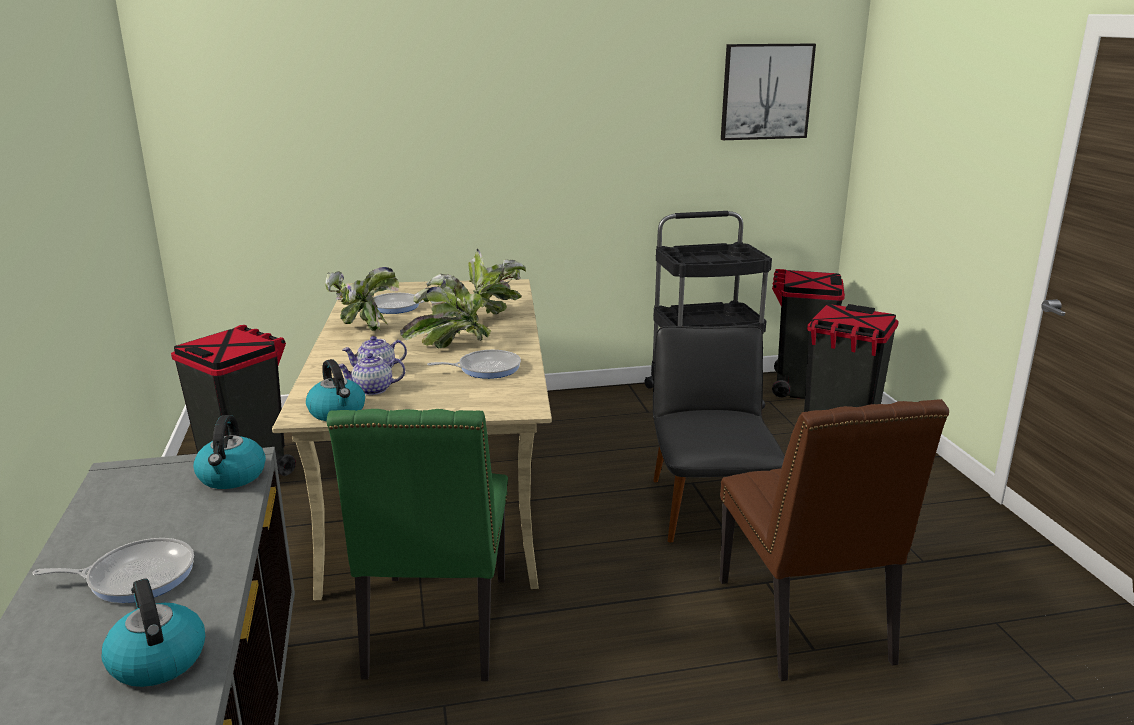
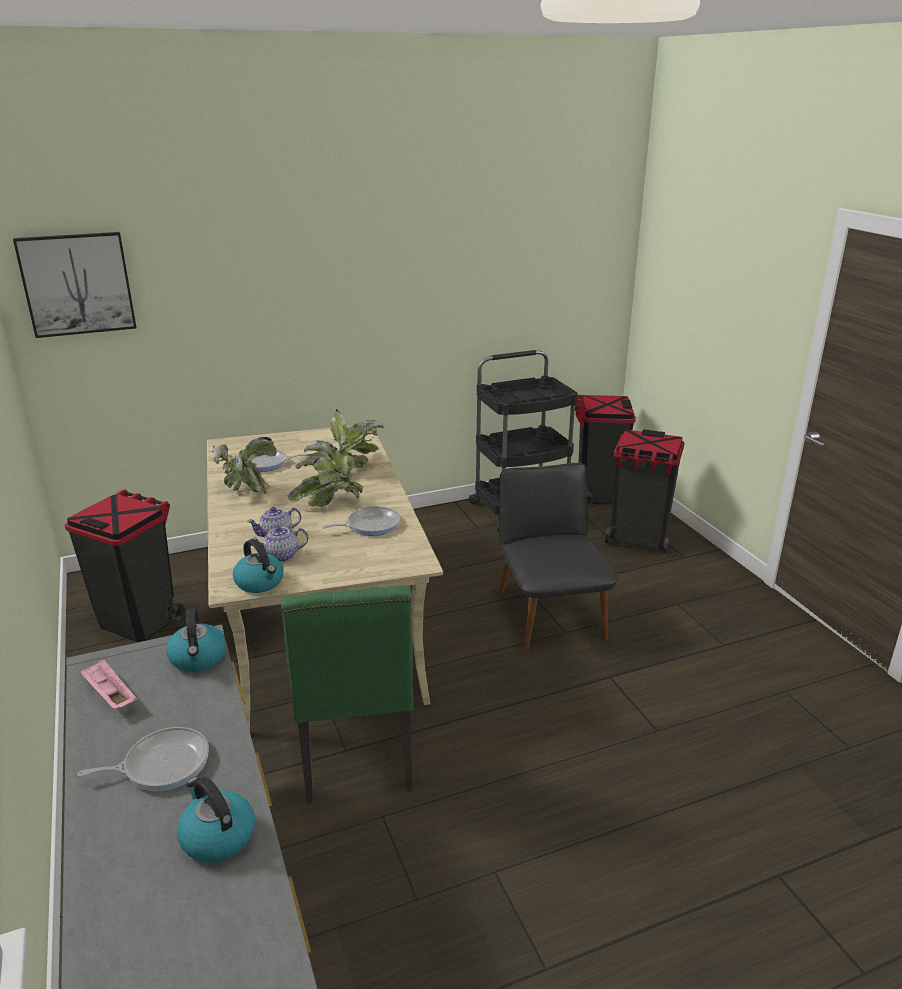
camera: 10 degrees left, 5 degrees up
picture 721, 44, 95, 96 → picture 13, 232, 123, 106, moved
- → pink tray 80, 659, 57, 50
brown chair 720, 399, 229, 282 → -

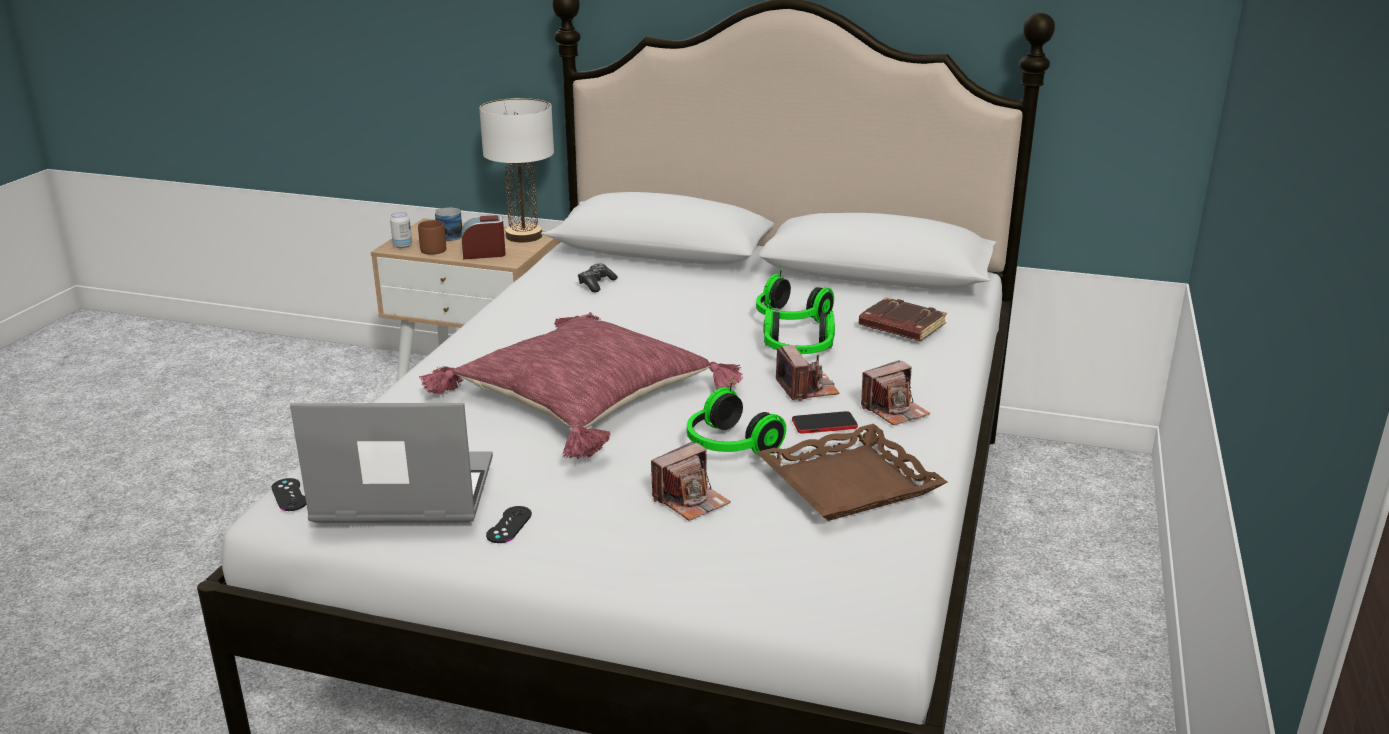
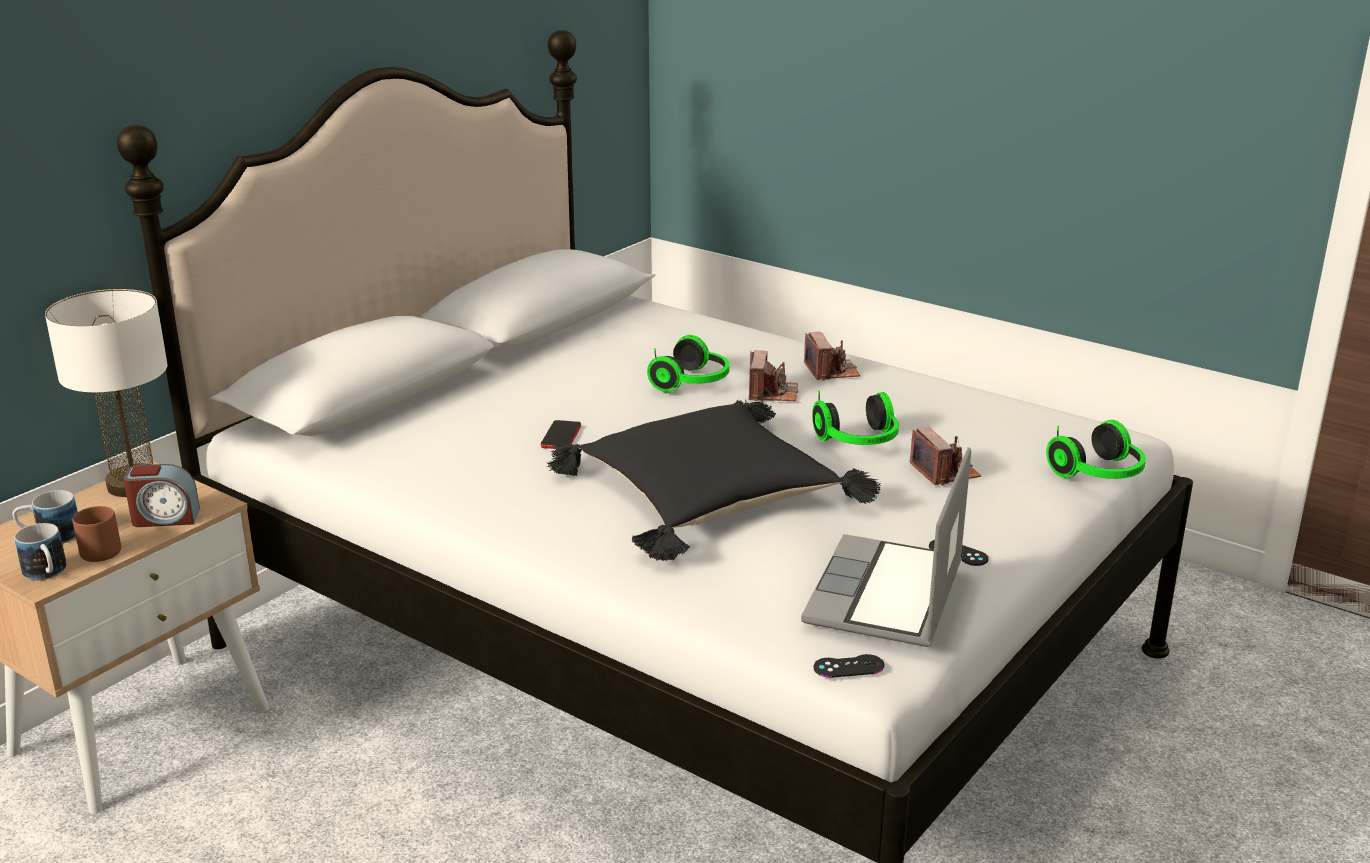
camera: 70 degrees left, 0 degrees up
can 390, 212, 22, 36 → mug 14, 523, 53, 57
alarm clock 461, 215, 45, 44 → alarm clock 123, 464, 77, 63, 105 degrees counterclockwise
phone 792, 411, 66, 23 → phone 541, 420, 40, 29, moved
red pillow 419, 312, 324, 147 → black pillow 547, 400, 334, 161
photo camera 776, 345, 63, 56 → photo camera 749, 350, 49, 51, 90 degrees clockwise
headphones 756, 266, 78, 57 → headphones 1046, 420, 100, 59, moved
game controller 578, 264, 40, 28 → -
brown tray 756, 424, 192, 97 → -
brown book 859, 297, 88, 44 → -

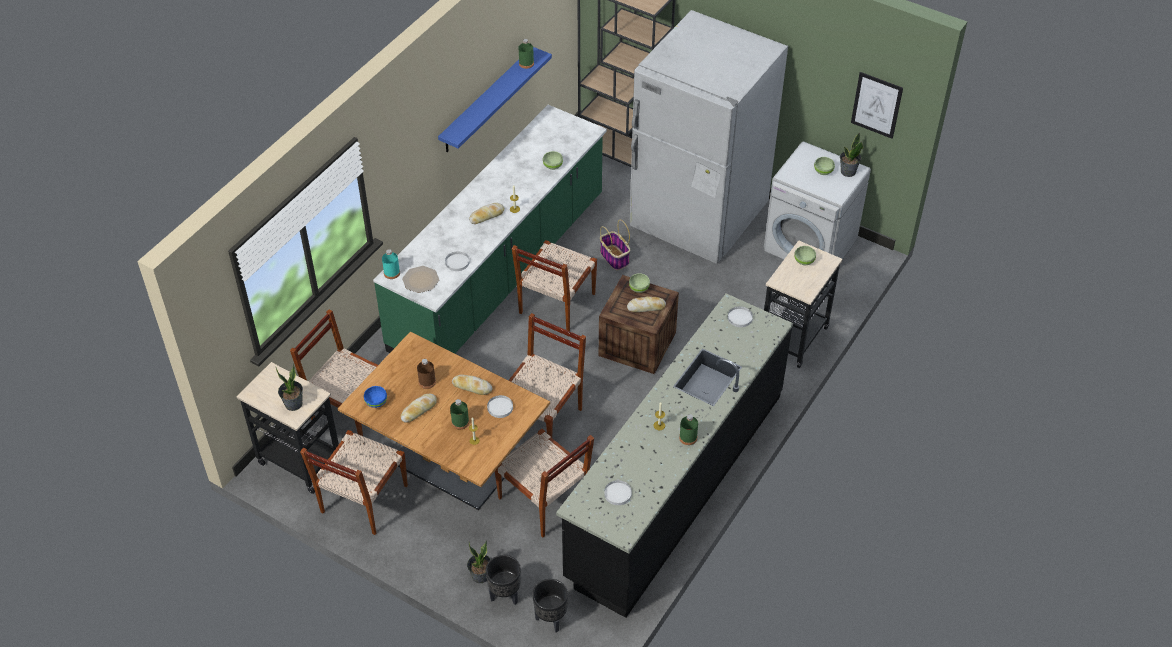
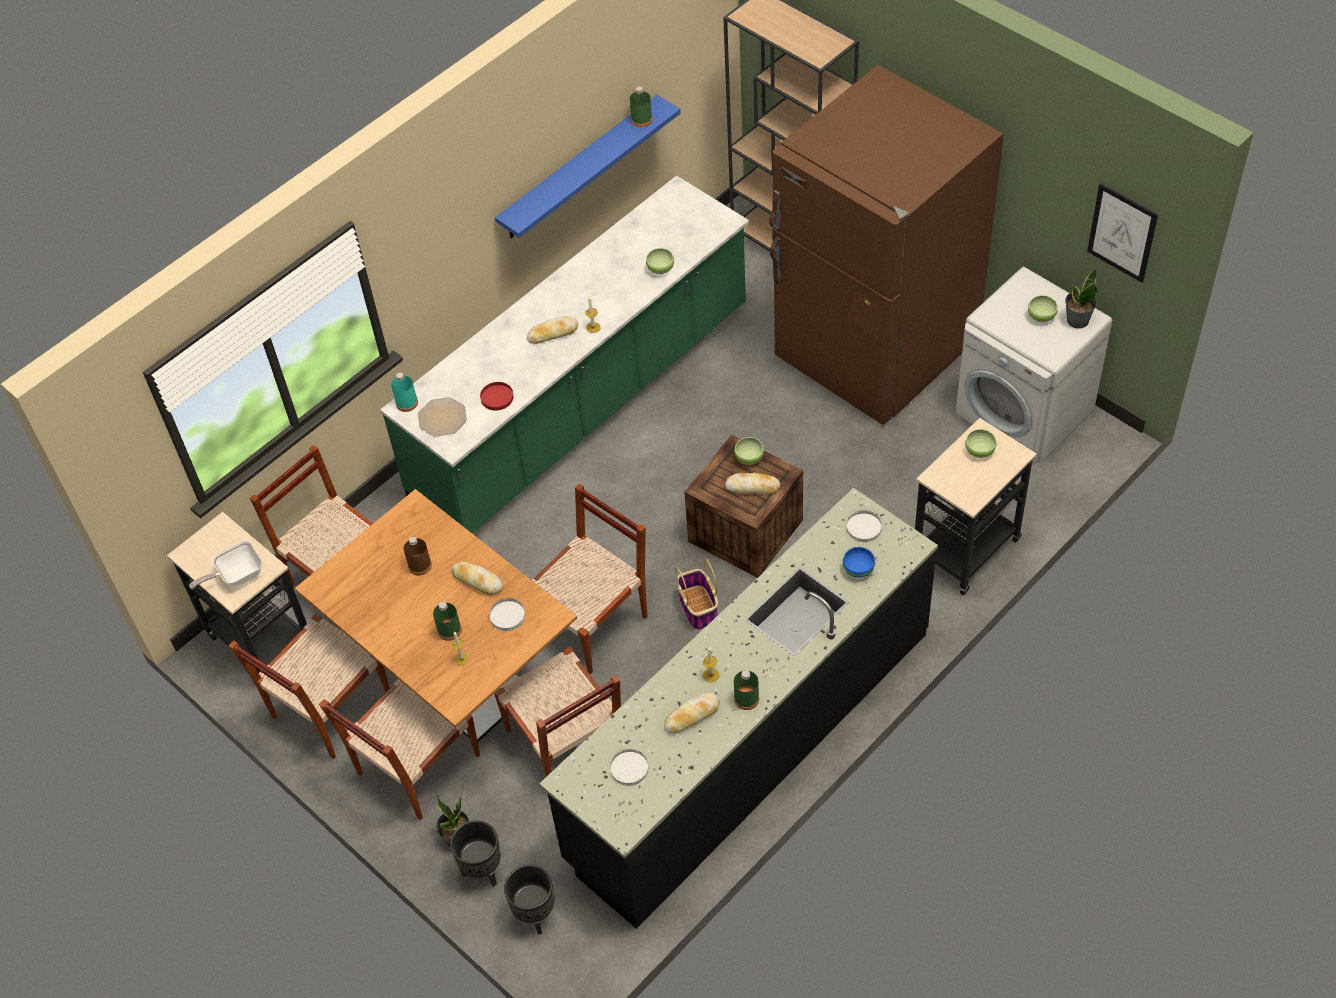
camera: 15 degrees right, 5 degrees up
potted plant 276, 363, 27, 48 → frying pan 189, 541, 73, 48
chair 512, 240, 85, 91 → chair 319, 679, 161, 141, moved
white plate 445, 252, 24, 19 → red plate 480, 382, 34, 29
bread 401, 394, 36, 29 → bread 664, 693, 56, 41, moved
basket 600, 220, 30, 50 → basket 675, 558, 43, 72, moved
white fridge 630, 10, 158, 253 → brown fridge 769, 65, 235, 360
blue bowl 364, 386, 23, 22 → blue bowl 843, 547, 32, 31, moved

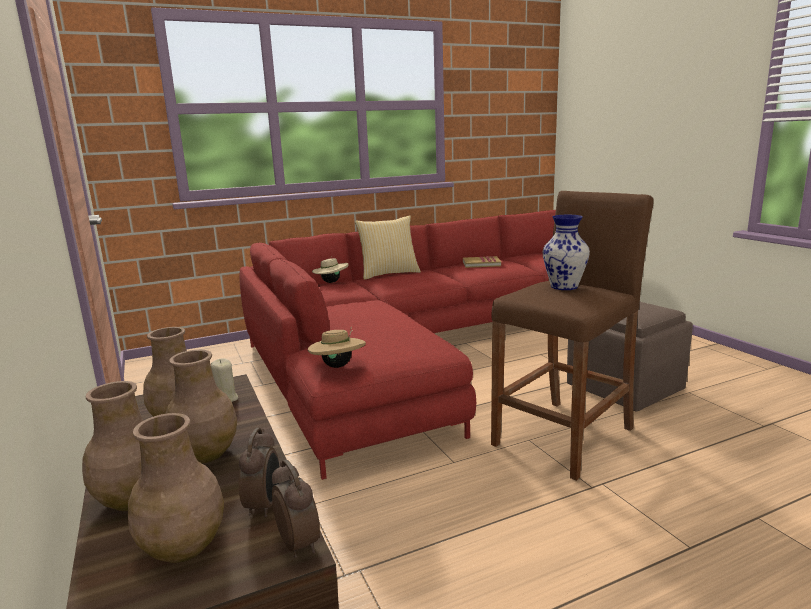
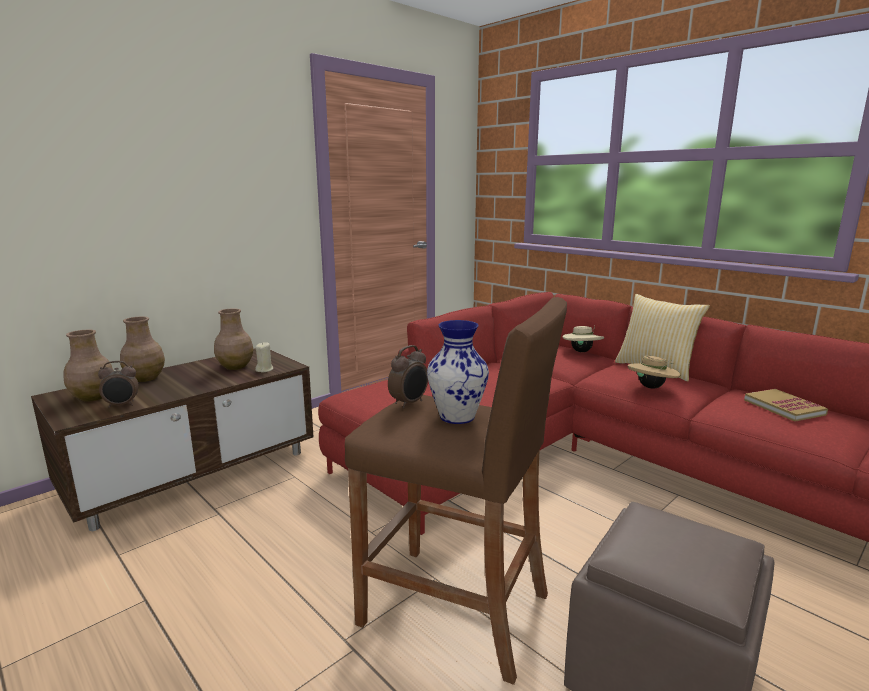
camera: 70 degrees right, 0 degrees up
alarm clock 272, 459, 48, 99 → alarm clock 388, 345, 40, 64, moved
beige hat 308, 327, 58, 41 → beige hat 628, 356, 52, 33, moved
brown vase 165, 350, 72, 114 → -

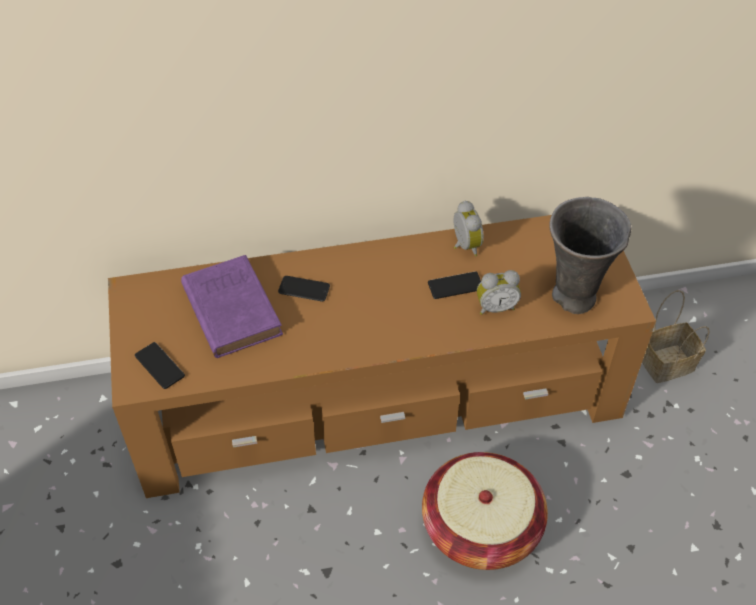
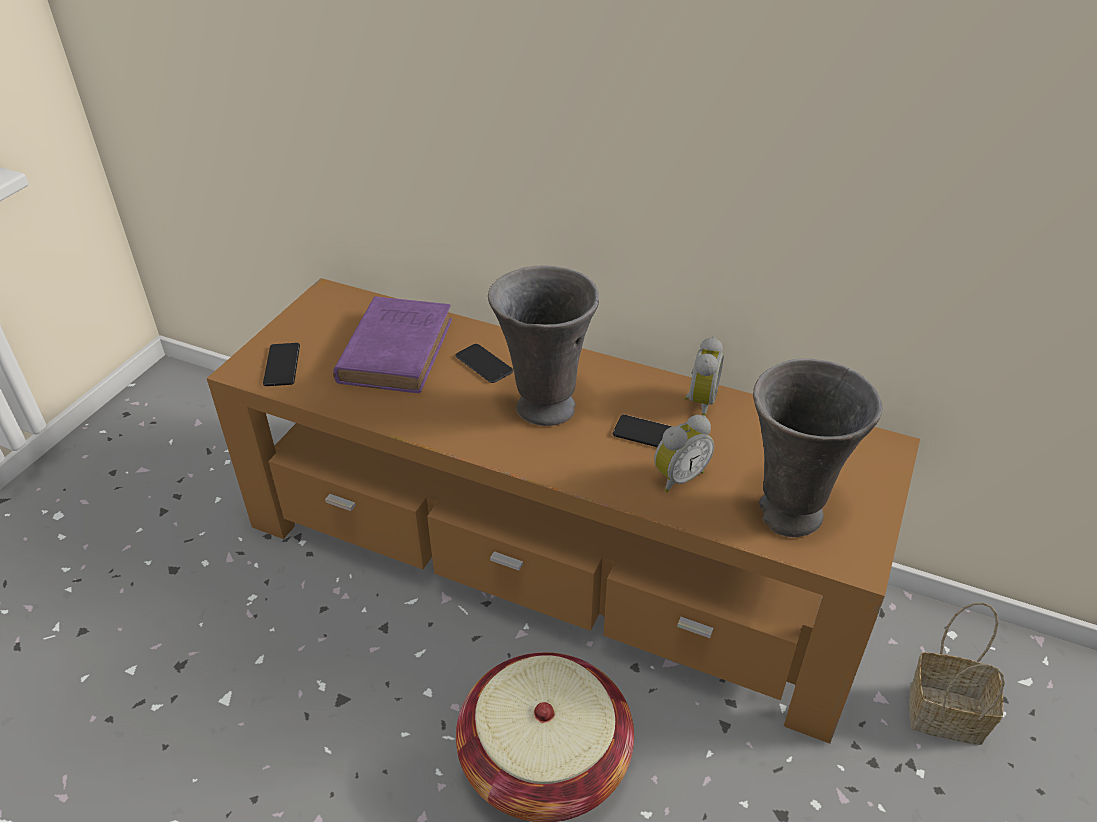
camera: 35 degrees right, 10 degrees down
- → grey vase 488, 266, 111, 160
alarm clock 477, 270, 44, 45 → alarm clock 654, 415, 60, 78, 60 degrees counterclockwise

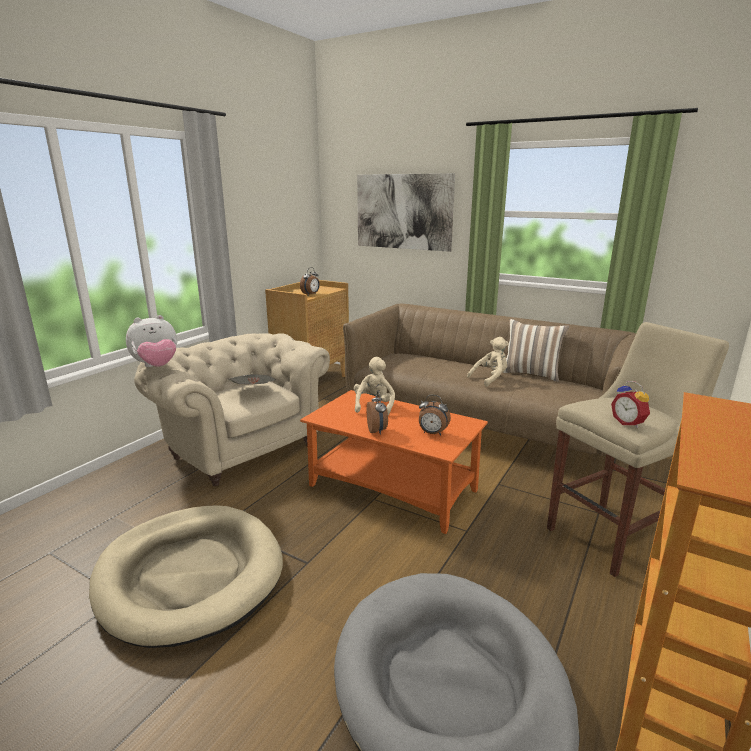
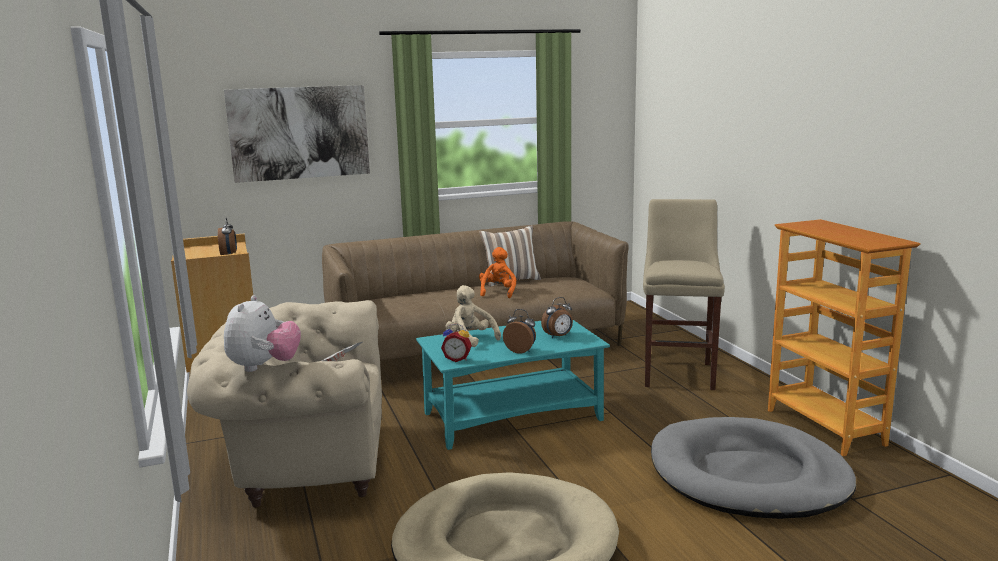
camera: 50 degrees left, 5 degrees down
orange coffee table 300, 390, 188, 144 → turquoise coffee table 416, 320, 194, 130
alarm clock 611, 381, 39, 47 → alarm clock 441, 323, 31, 39, moved
beige plush toy 467, 337, 42, 50 → orange plush toy 479, 247, 37, 51

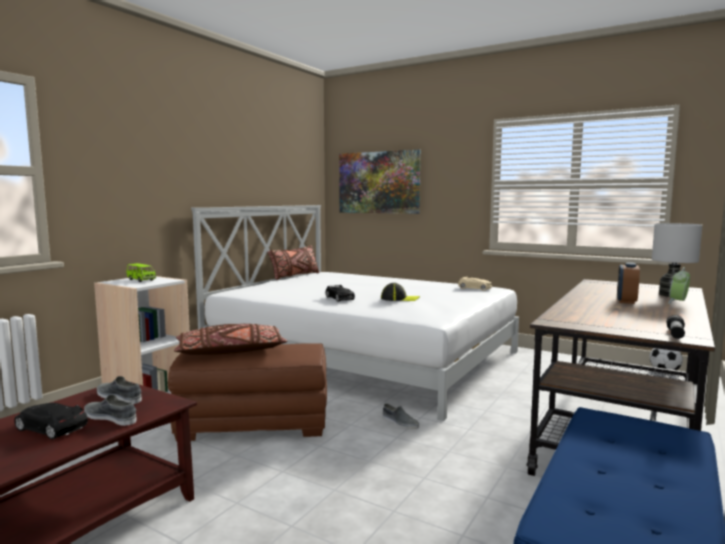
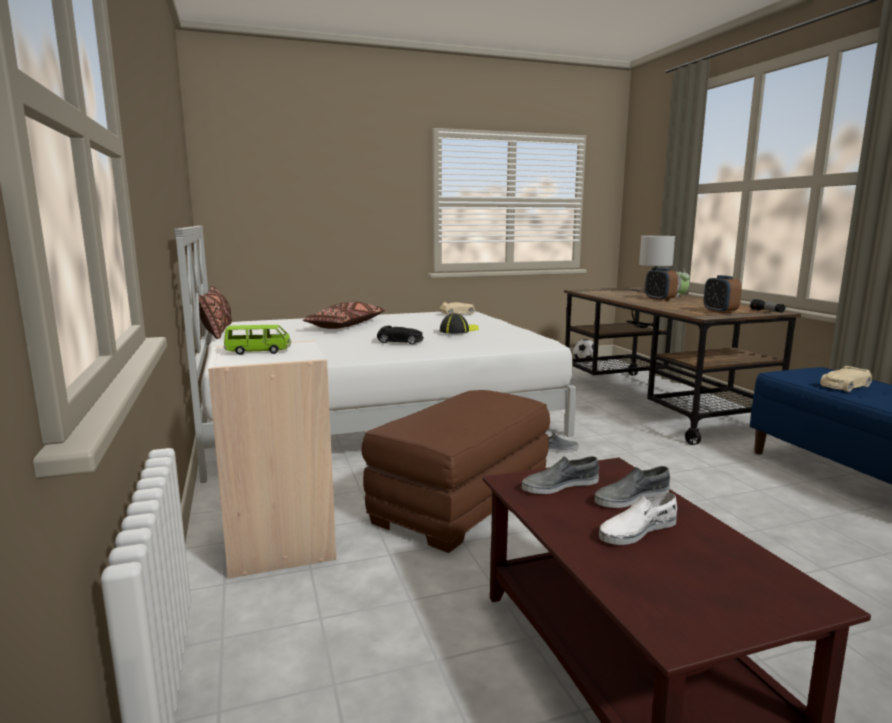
camera: 50 degrees left, 5 degrees up
brown pillow 174, 324, 113, 31 → brown pillow 303, 301, 82, 28, moved
black toy car 14, 403, 74, 36 → white shoe 599, 493, 78, 52
- → alarm clock 704, 275, 38, 39
- → beige toy car 820, 366, 52, 26
picture 339, 150, 82, 64 → -

